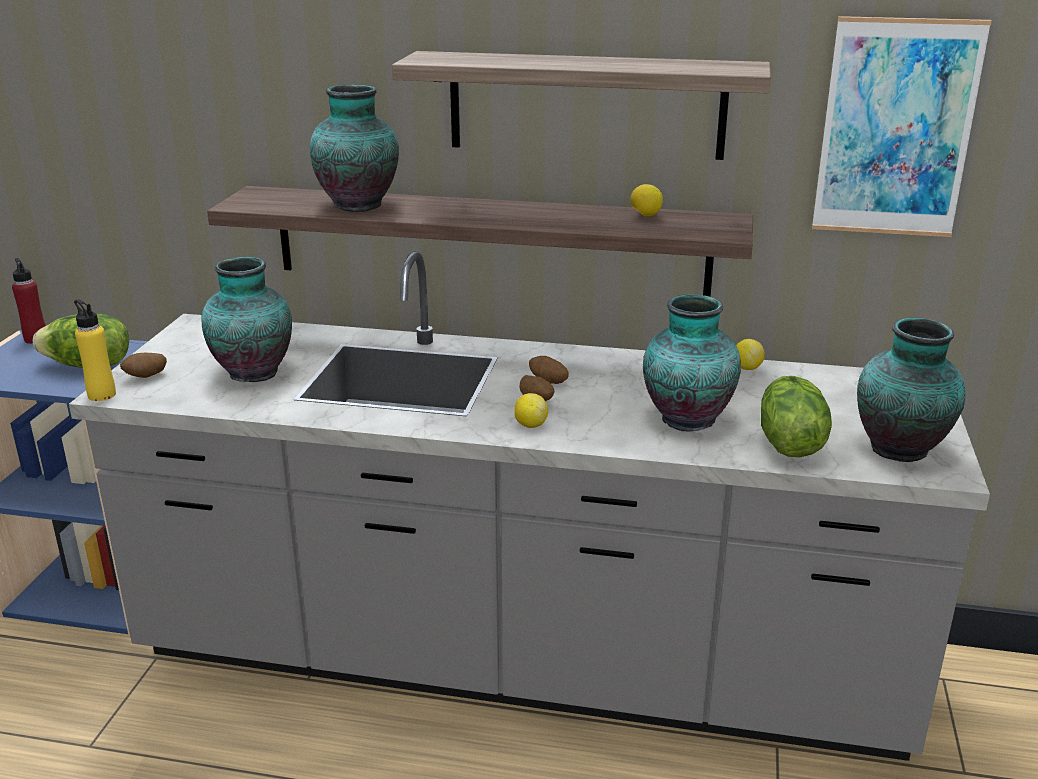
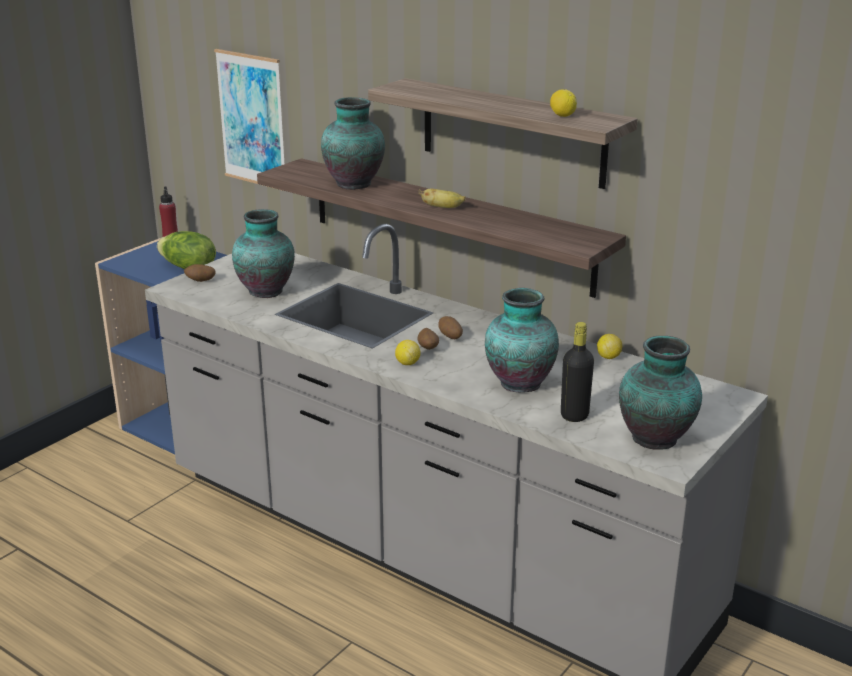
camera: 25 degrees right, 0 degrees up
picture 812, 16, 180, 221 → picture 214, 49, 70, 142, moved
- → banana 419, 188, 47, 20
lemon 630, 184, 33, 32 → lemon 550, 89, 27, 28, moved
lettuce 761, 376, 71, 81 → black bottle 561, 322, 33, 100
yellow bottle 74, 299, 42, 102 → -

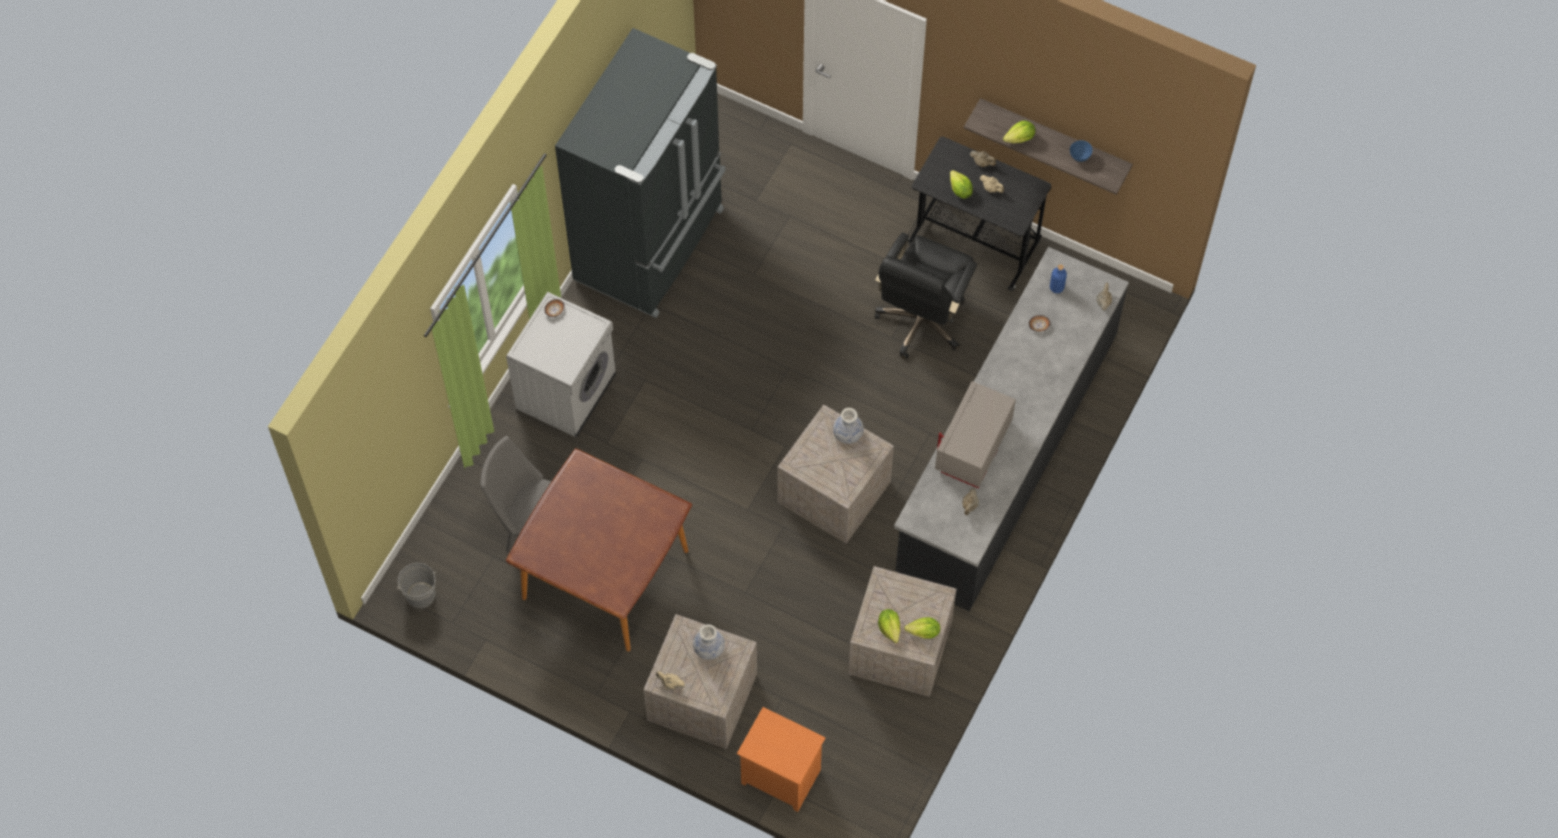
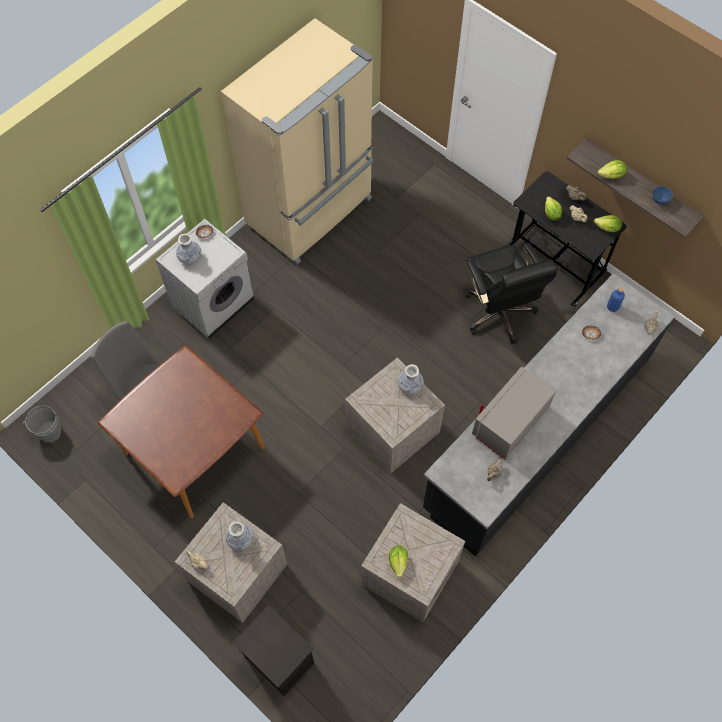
camera: 15 degrees right, 0 degrees up
- → vase 176, 234, 26, 31
black fridge 555, 28, 171, 290 → beige fridge 221, 18, 152, 247
orange nightstand 737, 707, 89, 105 → black nightstand 233, 605, 81, 91
black office chair 875, 233, 102, 127 → black office chair 466, 243, 91, 101, 60 degrees counterclockwise
lettuce 904, 617, 36, 22 → lettuce 594, 215, 28, 17, moved

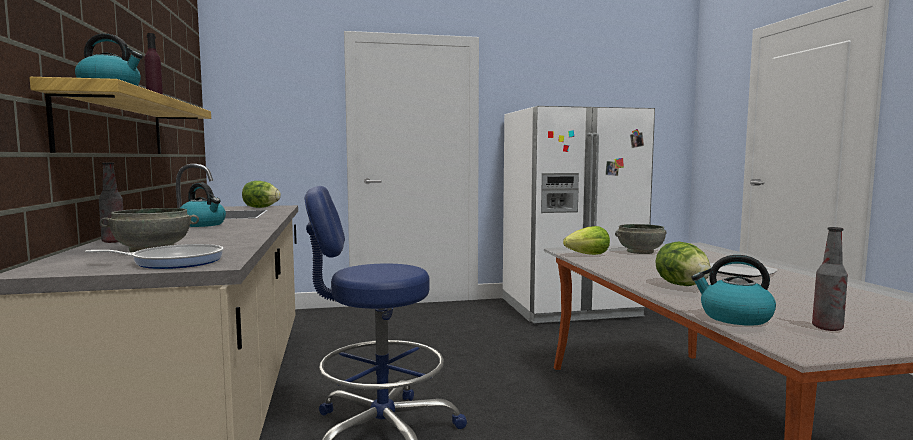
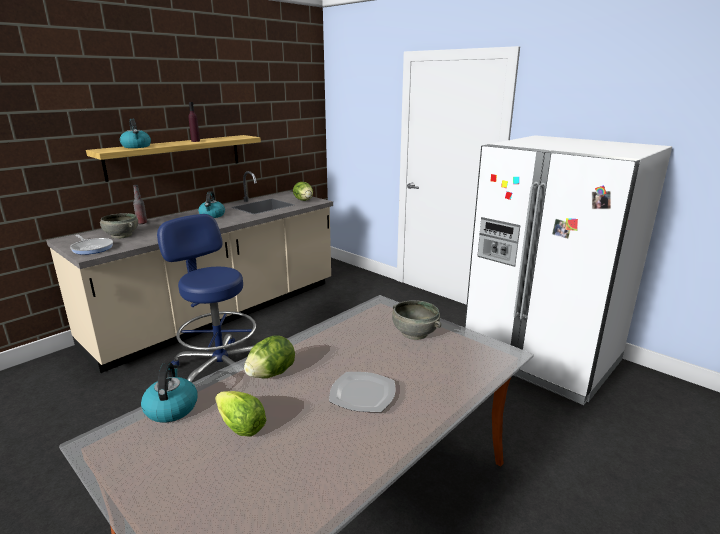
camera: 55 degrees right, 15 degrees up
lettuce 563, 226, 47, 29 → lettuce 215, 391, 52, 46, moved
bottle 812, 227, 36, 104 → -

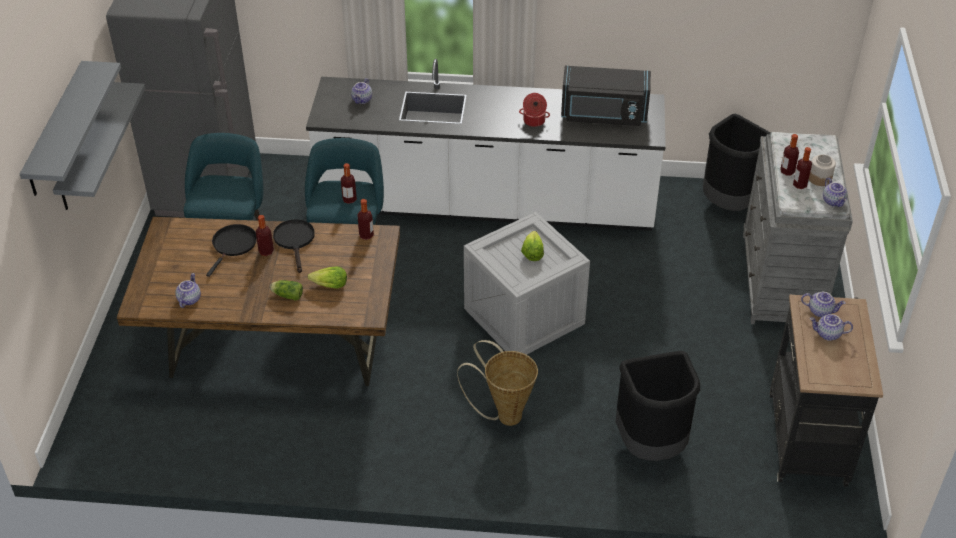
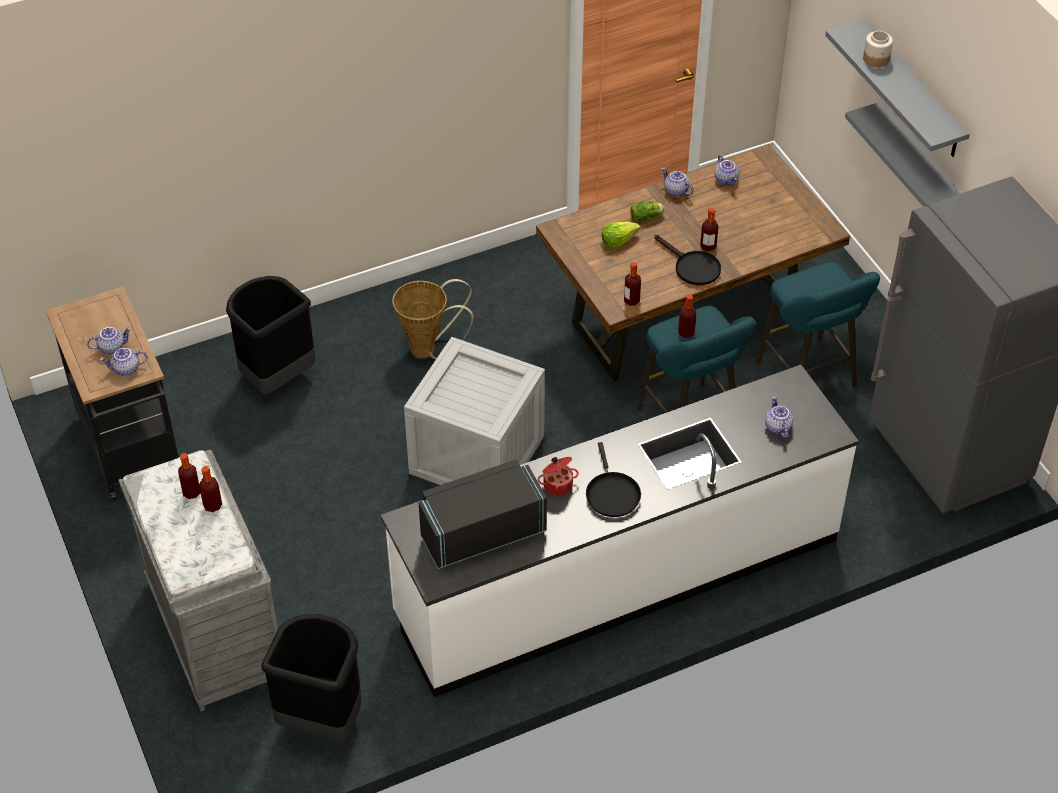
camera: 150 degrees right, 5 degrees up
black frying pan 206, 224, 51, 53 → black frying pan 586, 442, 55, 75, moved
teapot 823, 178, 24, 29 → teapot 661, 168, 32, 29, moved
jar 809, 154, 27, 32 → jar 863, 31, 30, 36, moved
lettuce 521, 231, 23, 30 → -

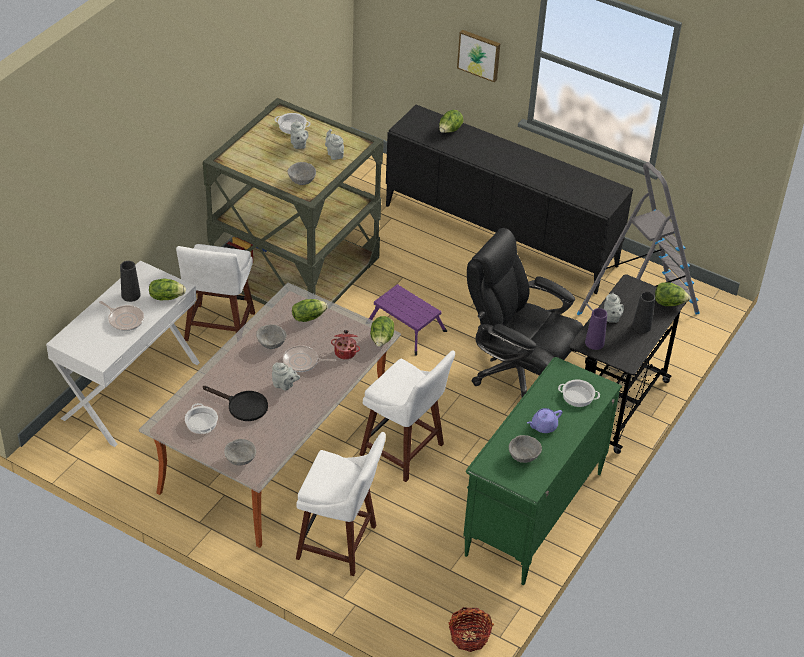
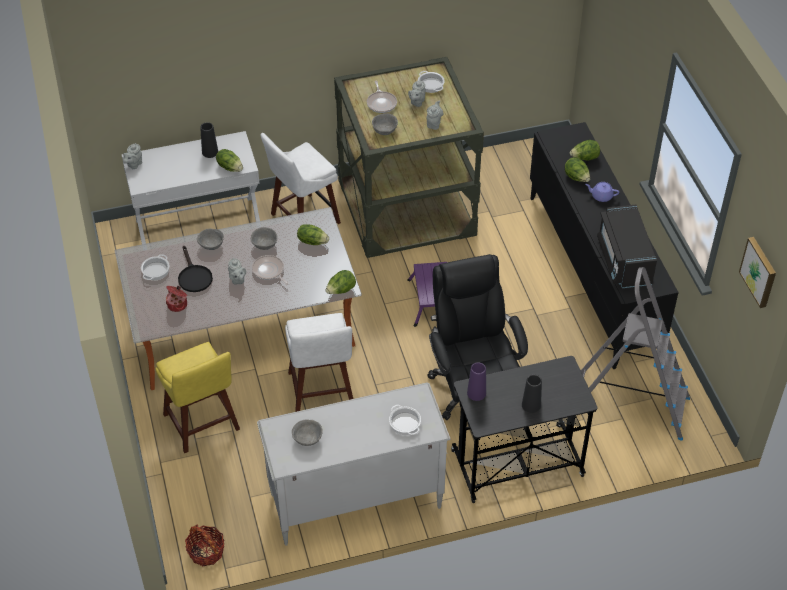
camera: 45 degrees right, 5 degrees up
grey teapot 604, 292, 20, 31 → grey teapot 122, 143, 20, 26, moved
white chair 296, 432, 90, 144 → yellow chair 156, 342, 84, 111
cooking pot 331, 330, 29, 30 → cooking pot 166, 286, 21, 26, moved
grey bowl 224, 439, 32, 26 → grey bowl 197, 228, 27, 22, moved
green dresser 463, 357, 159, 228 → white dresser 257, 383, 194, 163
frying pan 99, 301, 45, 30 → frying pan 367, 81, 30, 32, moved
lettuce 655, 282, 36, 24 → lettuce 564, 157, 26, 25, moved
purple teapot 527, 408, 35, 25 → purple teapot 585, 182, 34, 20, moved
- → black microwave 597, 205, 60, 83
picture 457, 30, 43, 52 → picture 739, 237, 37, 71, moved

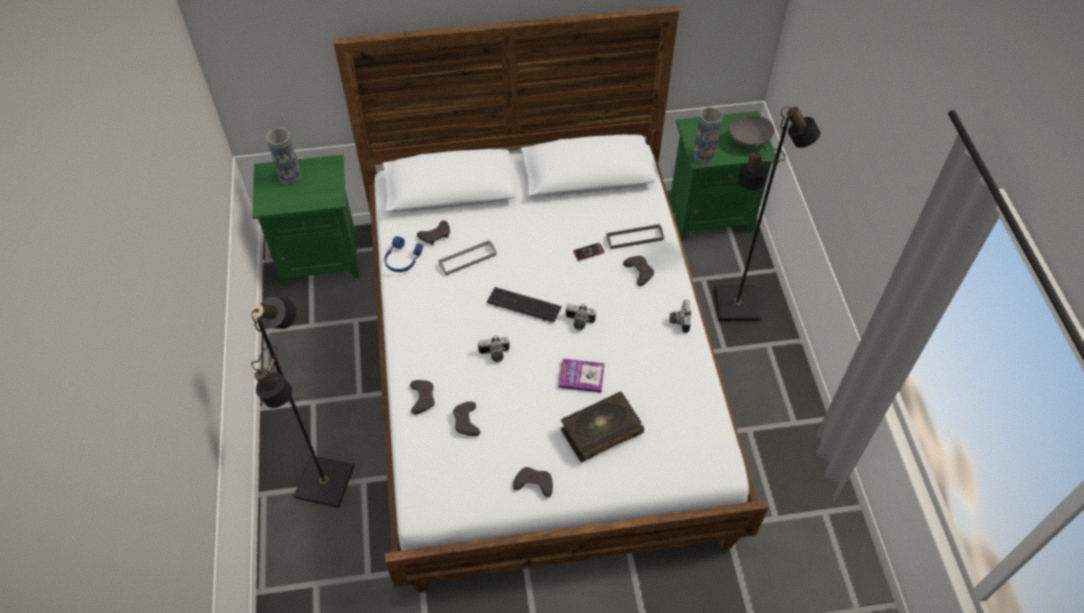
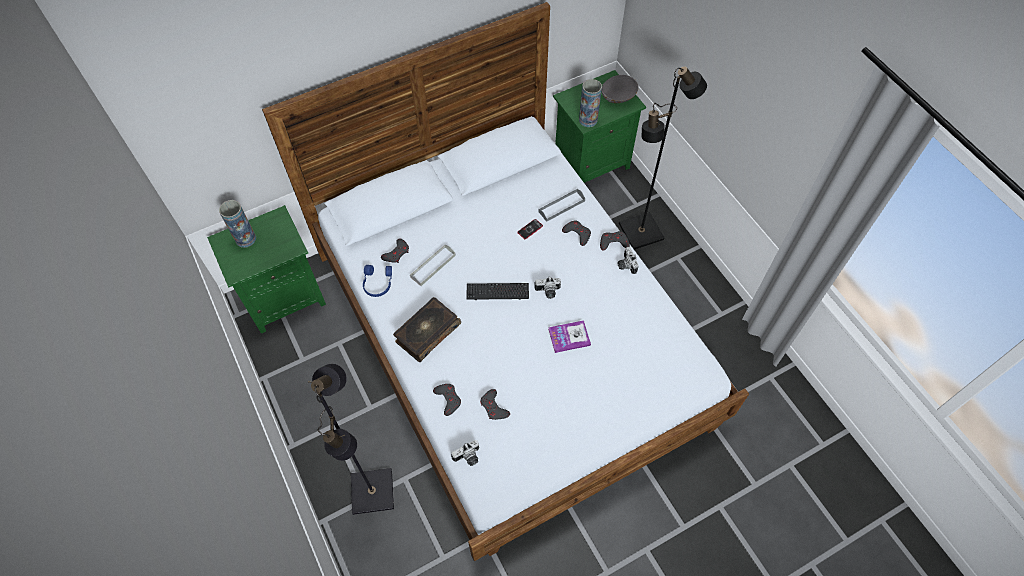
camera: 20 degrees left, 5 degrees up
book 561, 392, 83, 70 → book 393, 297, 68, 65, moved
photo camera 478, 335, 32, 27 → photo camera 451, 440, 28, 26, moved
grey game controller 513, 467, 40, 30 → grey game controller 600, 231, 30, 19, moved

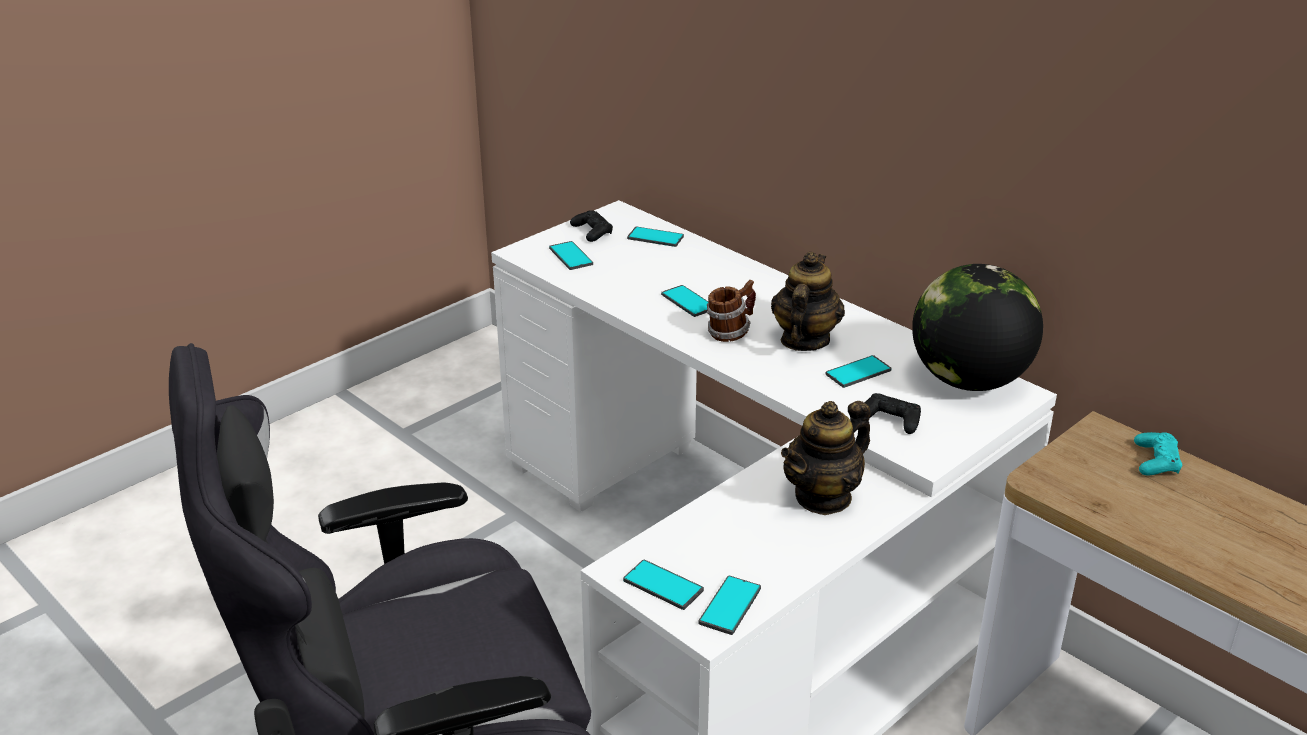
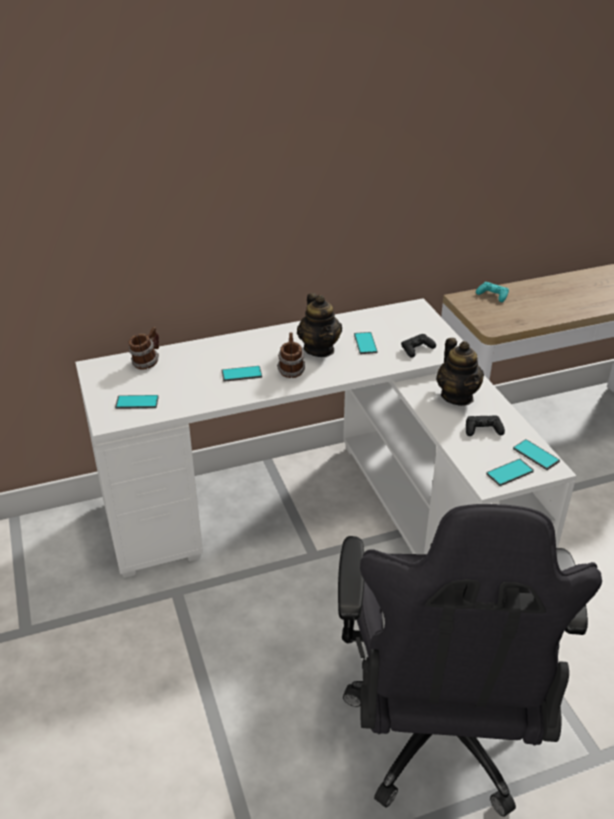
camera: 65 degrees left, 5 degrees up
phone 627, 227, 57, 20 → mug 128, 327, 31, 43
teapot 771, 252, 74, 99 → teapot 297, 293, 45, 64, 150 degrees counterclockwise
black game controller 570, 210, 43, 32 → black game controller 466, 415, 39, 21, moved
globe 912, 264, 131, 127 → -

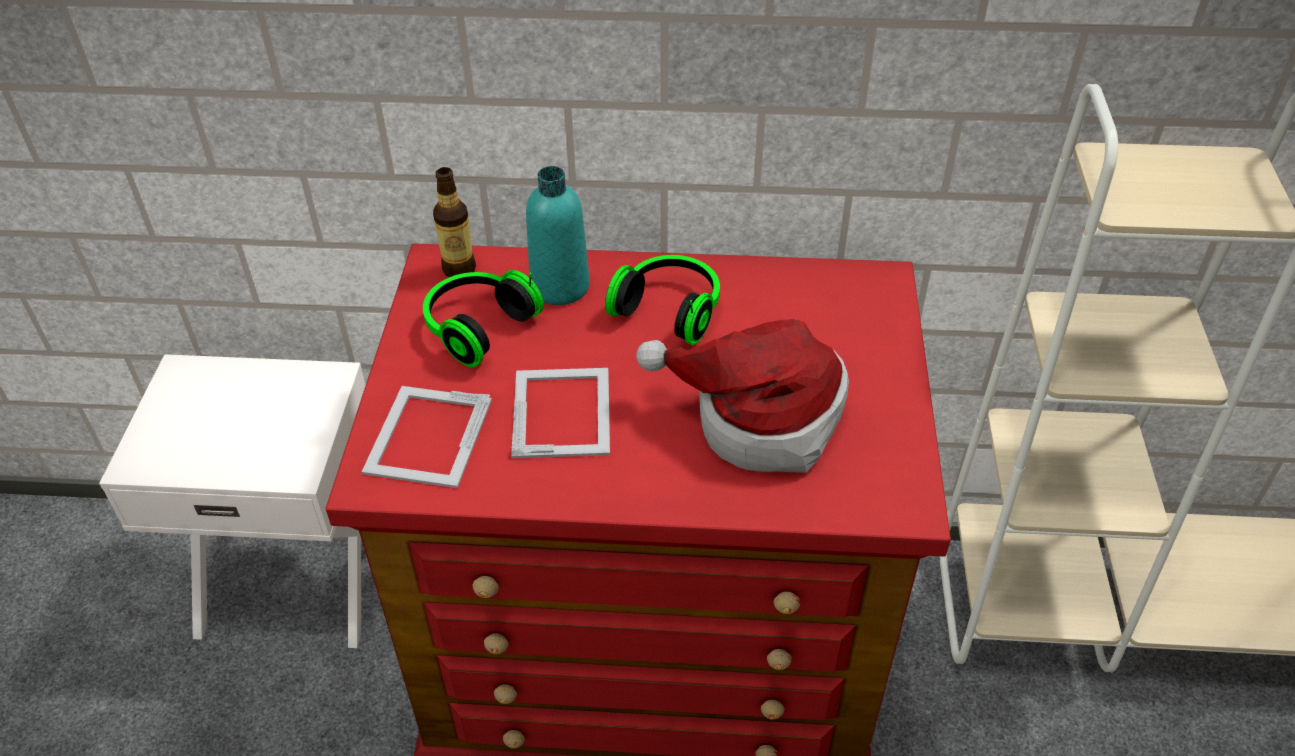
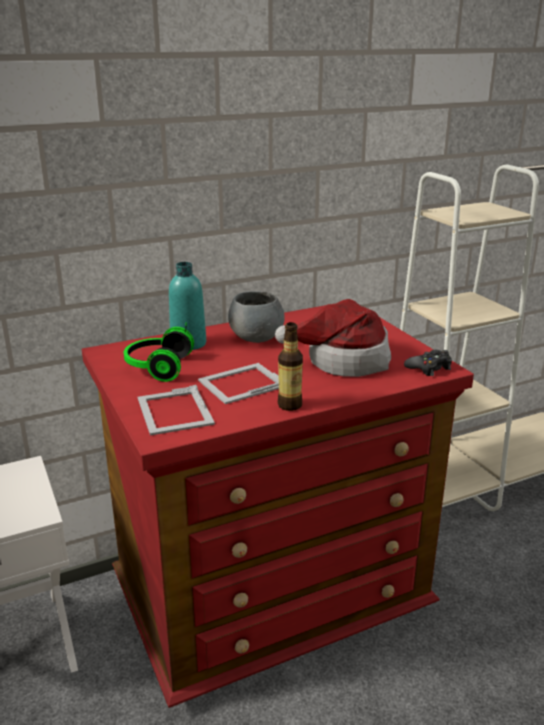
camera: 30 degrees left, 20 degrees down
picture frame 511, 368, 99, 90 → picture frame 198, 363, 81, 41, 90 degrees counterclockwise
headphones 605, 255, 115, 90 → grey bowl 228, 291, 57, 52
bottle 433, 167, 43, 110 → bottle 278, 322, 25, 89, moved
- → black game controller 404, 349, 48, 27

